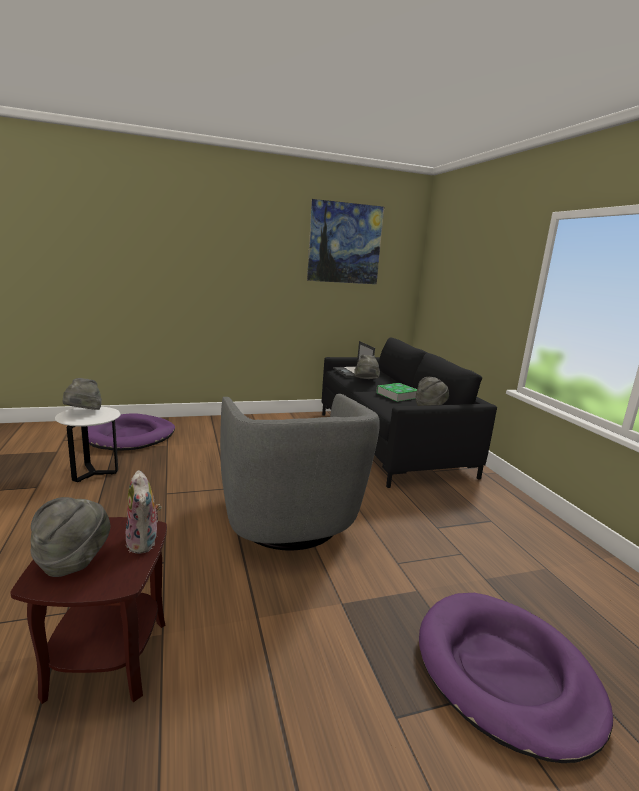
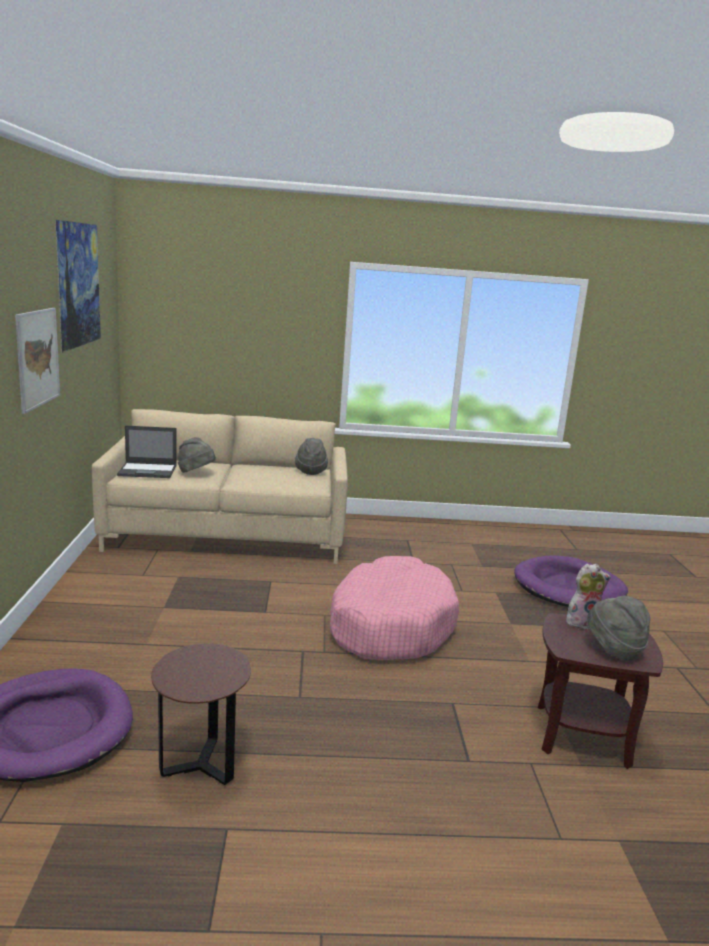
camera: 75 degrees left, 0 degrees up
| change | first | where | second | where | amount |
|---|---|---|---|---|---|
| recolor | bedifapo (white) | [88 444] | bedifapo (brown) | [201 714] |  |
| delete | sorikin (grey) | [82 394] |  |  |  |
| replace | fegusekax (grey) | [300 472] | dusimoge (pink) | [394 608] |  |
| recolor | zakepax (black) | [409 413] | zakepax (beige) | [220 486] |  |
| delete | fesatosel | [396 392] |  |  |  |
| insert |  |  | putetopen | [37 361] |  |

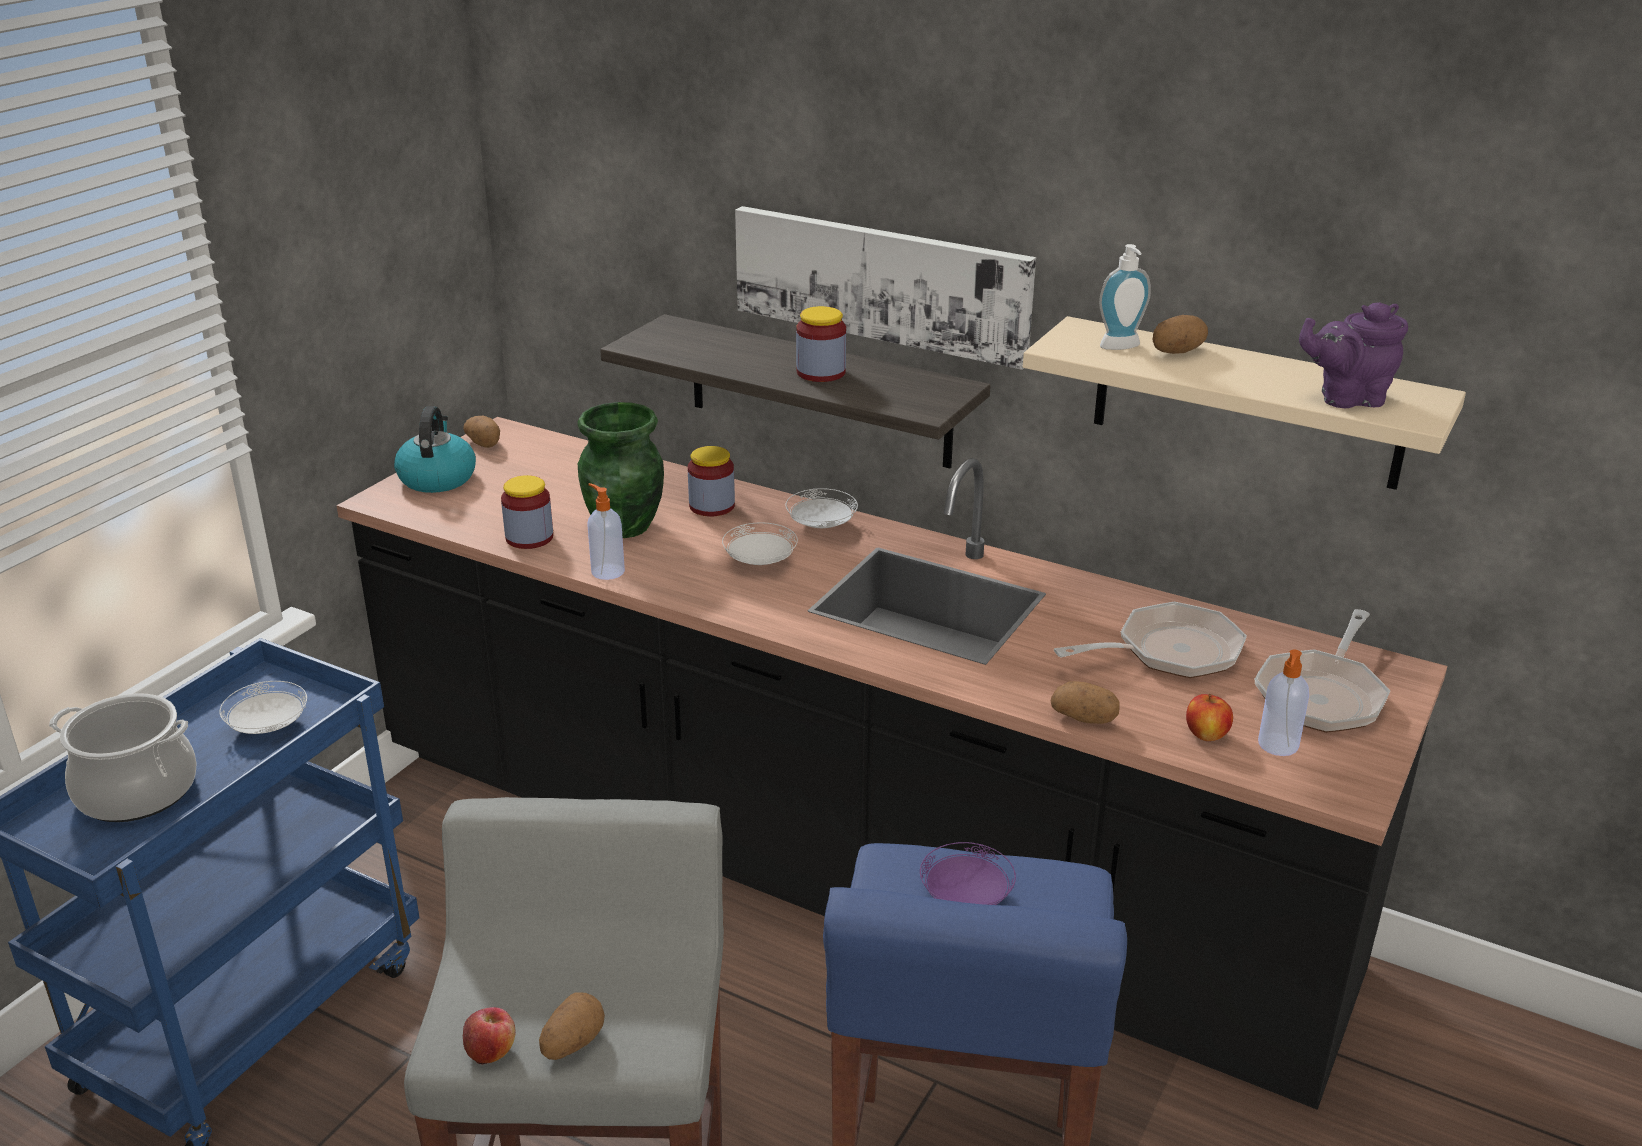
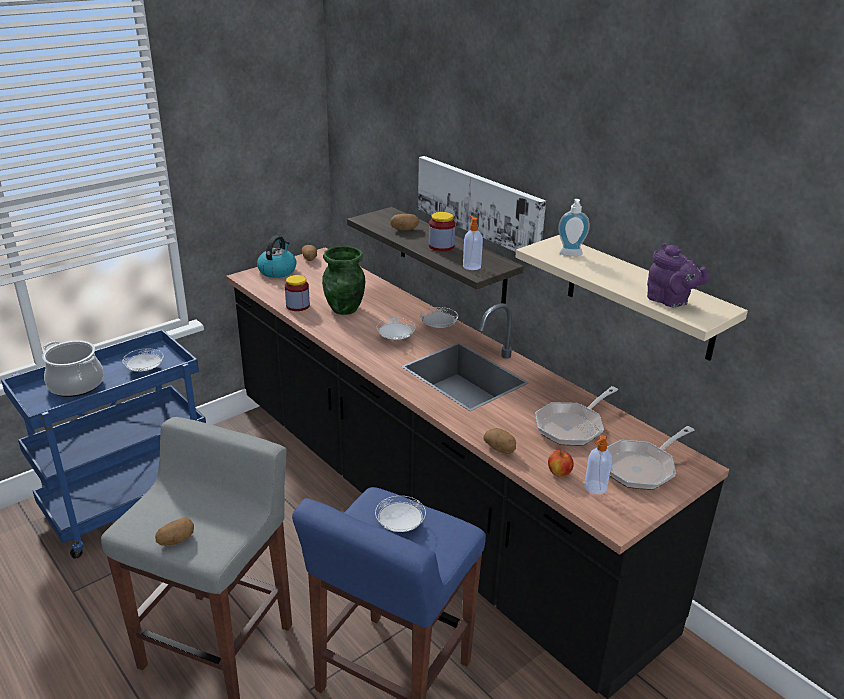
camera: 20 degrees right, 0 degrees up
| change | first | where | second | where | amount |
|---|---|---|---|---|---|
| delete | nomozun | [489 1035] |  |  |  |
| move | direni | [606 531] |  | [473 242] |  |
| delete | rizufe | [711 481] |  |  |  |
| recolor | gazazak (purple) | [968 873] | gazazak (white) | [400 514] |  |
| rotate | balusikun | [1150 640] |  | [576 416] | 135 degrees clockwise |
| move | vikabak | [1180 334] |  | [404 222] |  |
| rotate | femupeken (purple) | [1353 355] |  | [678 275] | 150 degrees counterclockwise |

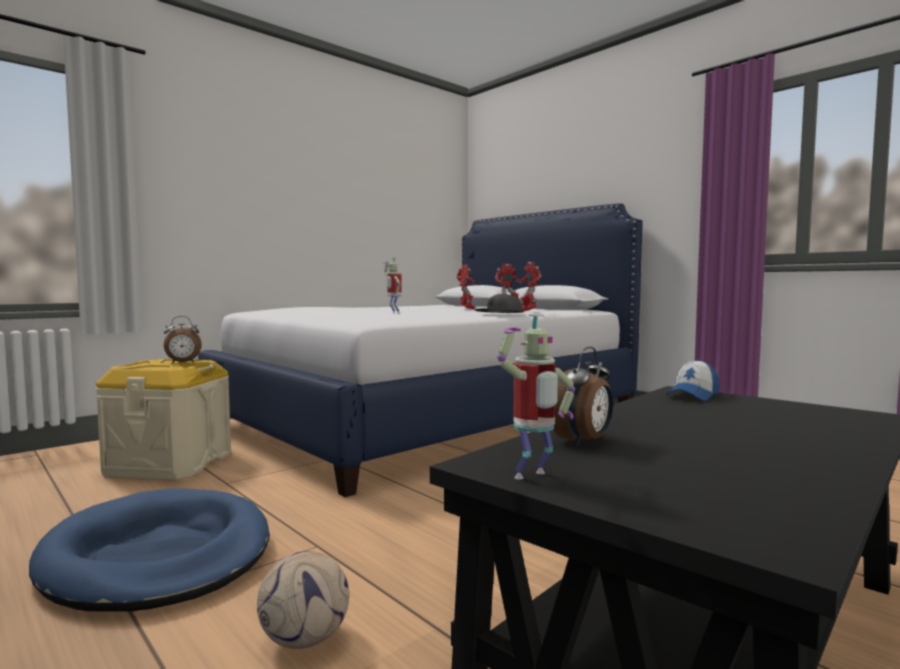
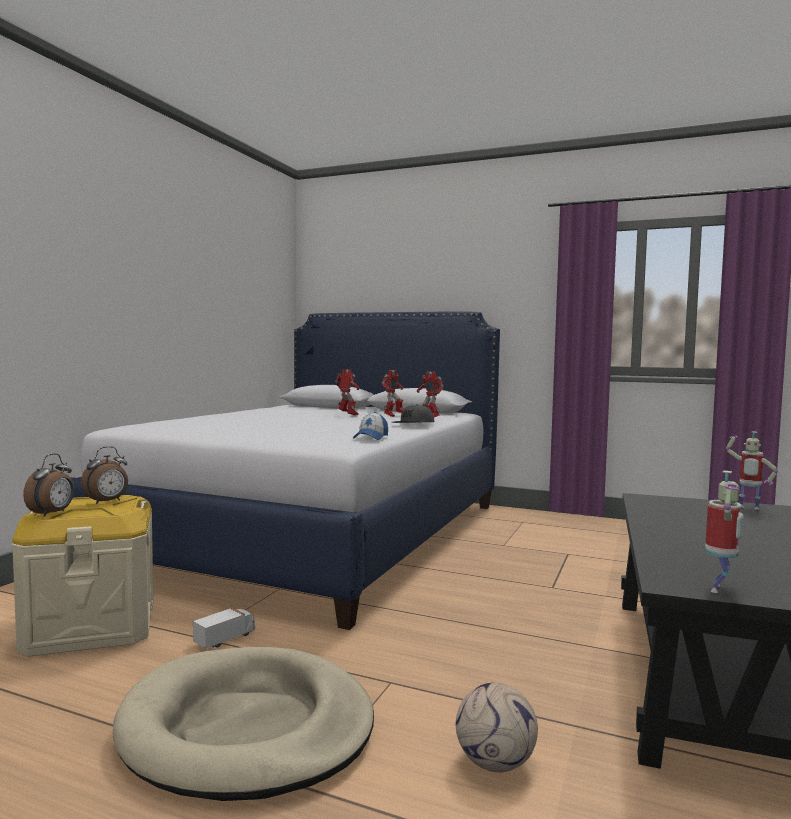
camera: 25 degrees left, 0 degrees up
| change | first | where | second | where | amount |
|---|---|---|---|---|---|
| recolor | dusimoge (blue) | [149 550] | dusimoge (beige) | [243 724] |  |
| move | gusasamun | [393 286] |  | [752 470] |  |
| move | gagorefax | [583 396] |  | [48 485] |  |
| move | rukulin | [692 380] |  | [370 426] |  |
| insert |  |  | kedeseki | [224 627] |  |

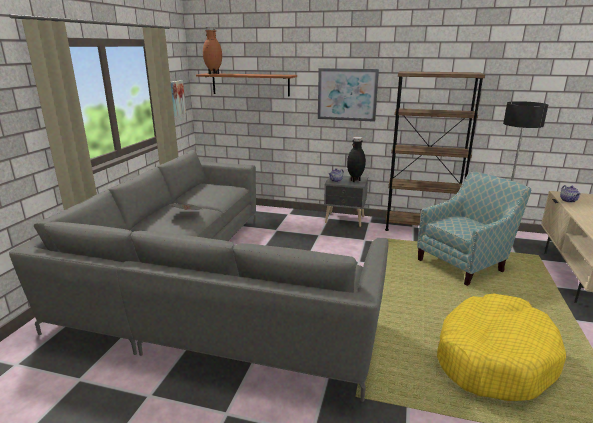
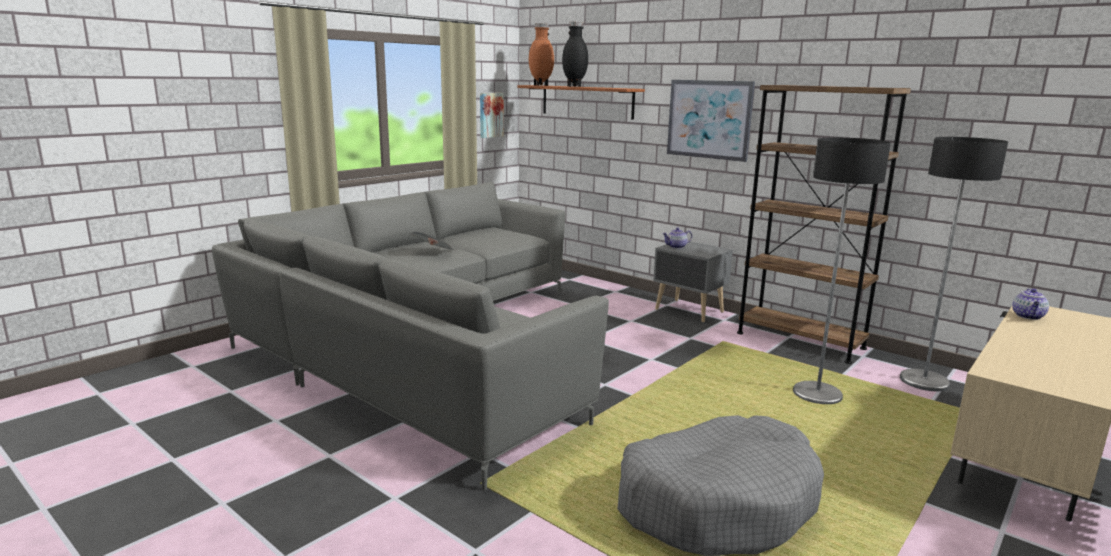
camera: 25 degrees right, 5 degrees down
| change | first | where | second | where | amount |
|---|---|---|---|---|---|
| move | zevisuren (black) | [356 159] |  | [575 54] |  |
| replace | fegusekax | [474 229] | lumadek | [842 270] |  |
| recolor | dusimoge (yellow) | [501 347] | dusimoge (grey) | [720 485] |  |

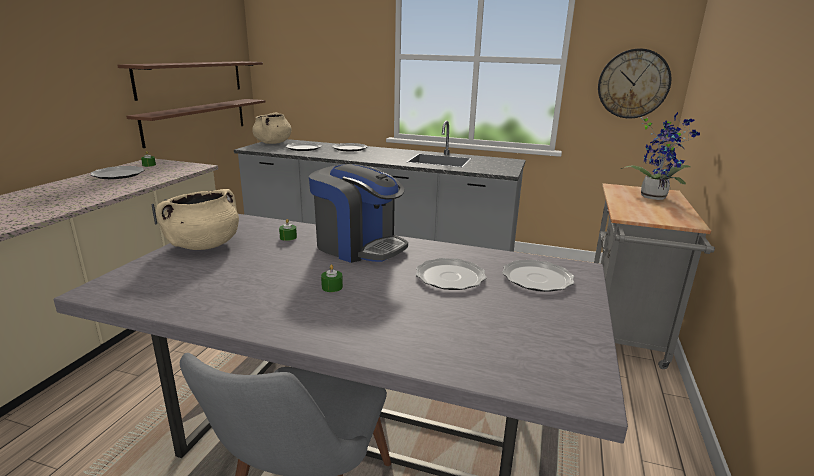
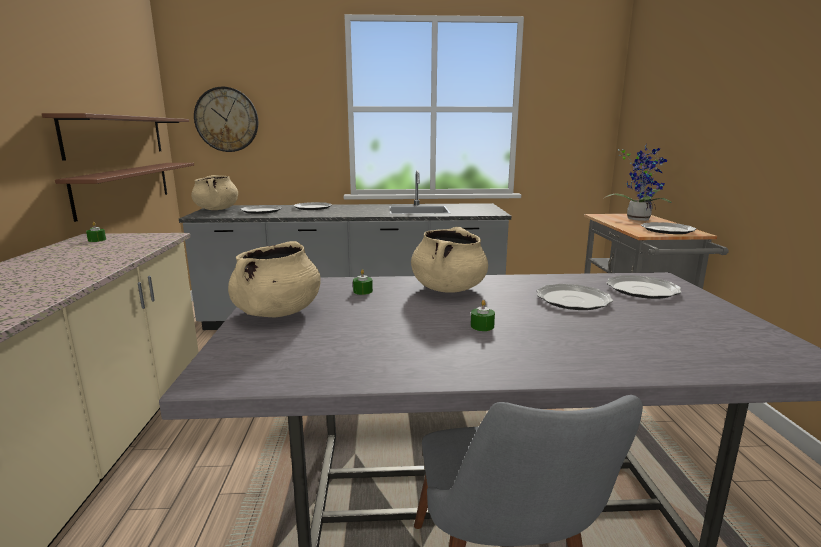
camera: 20 degrees left, 5 degrees down
| change | first | where | second | where | amount |
|---|---|---|---|---|---|
| move | gazazak | [117 172] |  | [668 228] |  |
| replace | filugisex | [358 213] | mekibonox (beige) | [449 260] |  |
| move | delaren | [634 83] |  | [226 119] |  |

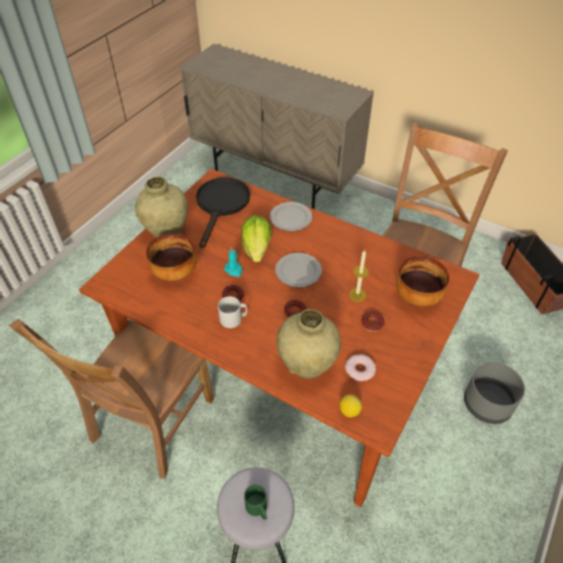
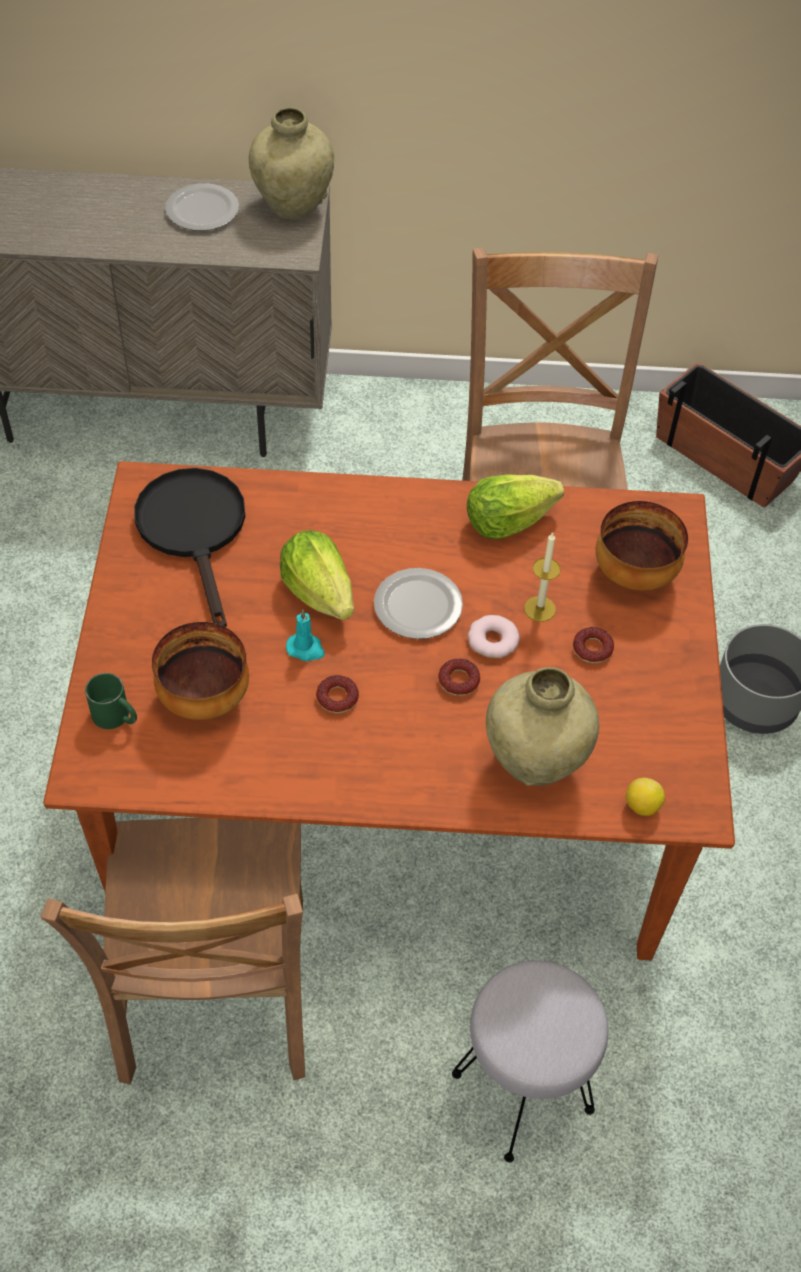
camera: 30 degrees left, 5 degrees up
| change | first | where | second | where | amount |
|---|---|---|---|---|---|
| move | zevisuren (beige) | [161 207] |  | [291 163] |  |
| delete | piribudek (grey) | [232 312] |  |  |  |
| move | piribudek (green) | [255 502] |  | [111 701] |  |
| move | gazazak | [291 216] |  | [202 207] |  |
| move | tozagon | [360 367] |  | [494 636] |  |
| insert |  |  | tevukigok | [515 507] |  |

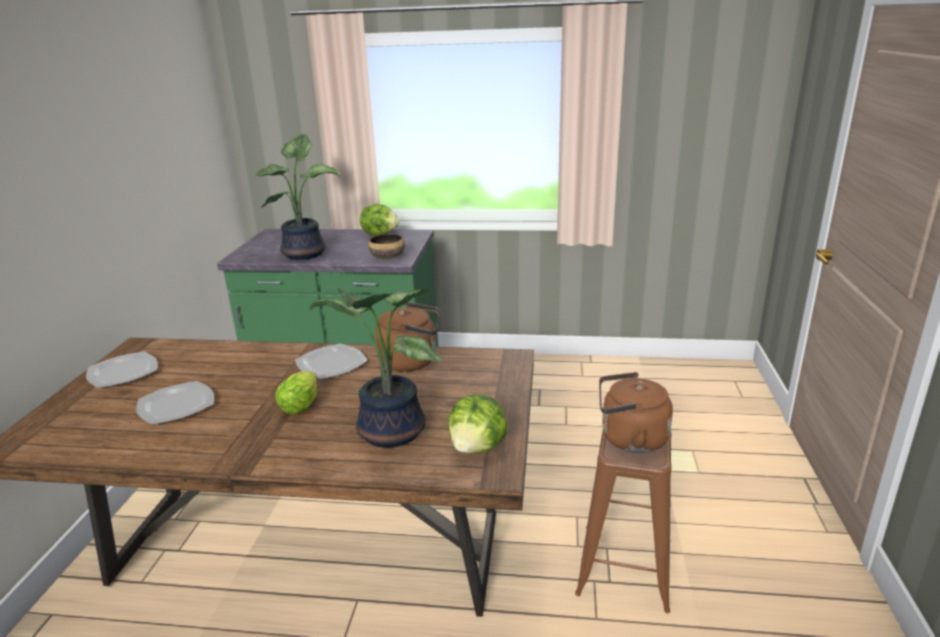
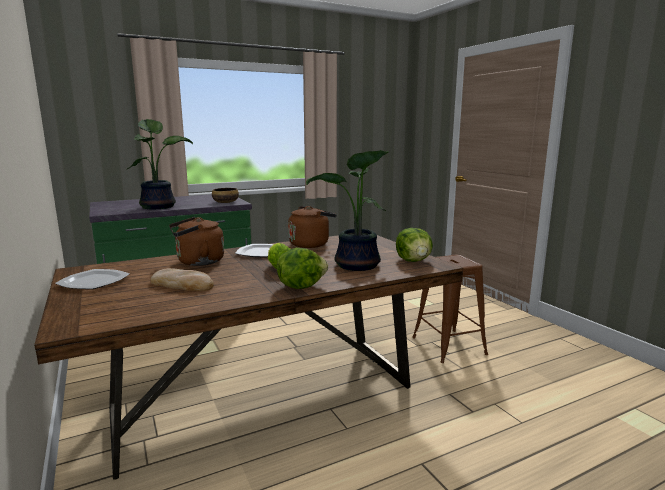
camera: 35 degrees left, 10 degrees down
| change | first | where | second | where | amount |
|---|---|---|---|---|---|
| replace | gazazak | [175 403] | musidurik | [182 279] |  |
| move | tevukigok | [379 220] |  | [302 268] |  |
| move | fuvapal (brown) | [636 412] |  | [196 241] |  |

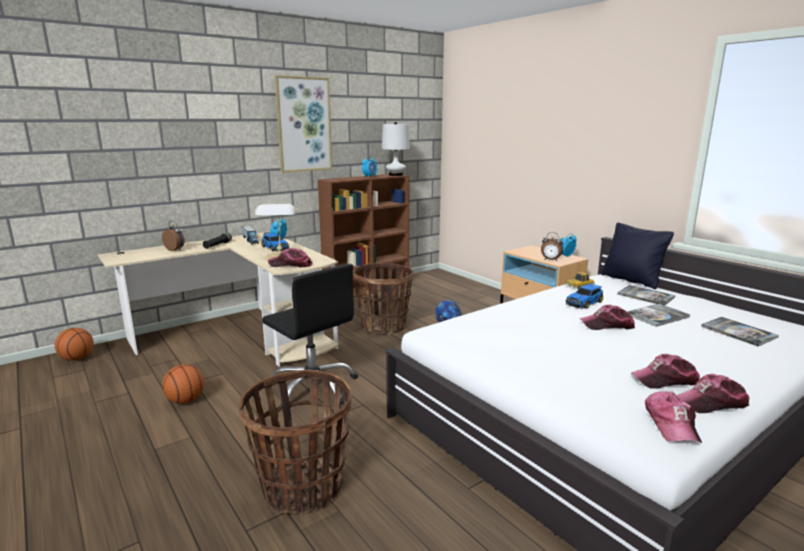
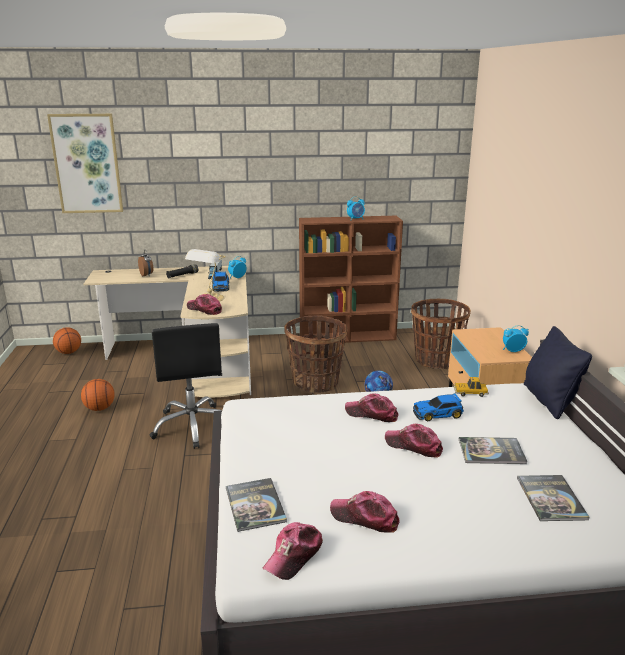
camera: 30 degrees right, 5 degrees up
| change | first | where | second | where | amount |
|---|---|---|---|---|---|
| move | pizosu | [295 442] |  | [441 334] |  |
| move | putetopen | [303 124] |  | [85 163] |  |
| delete | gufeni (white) | [396 149] |  |  |  |
| delete | gagorefax | [552 246] |  |  |  |
| move | fesatosel | [646 295] |  | [256 505] |  |
| move | rukulin | [713 393] |  | [372 407] |  |

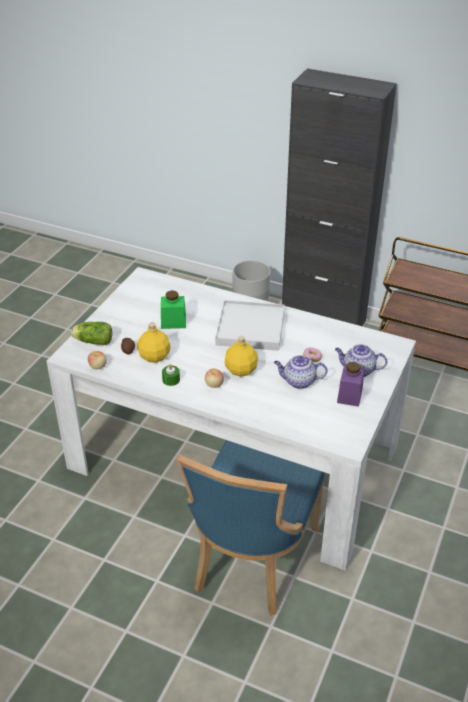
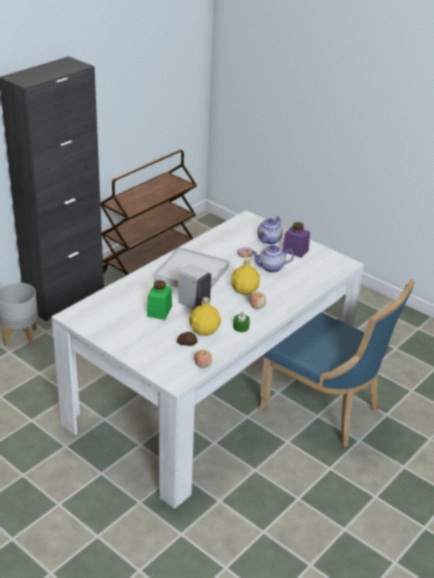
camera: 75 degrees left, 5 degrees down
| change | first | where | second | where | amount |
|---|---|---|---|---|---|
| delete | tevukigok | [91 333] |  |  |  |
| rotate | femupeken | [301 372] |  | [272 258] | 60 degrees clockwise |
| insert |  |  | direni (white) | [194 287] |  |

